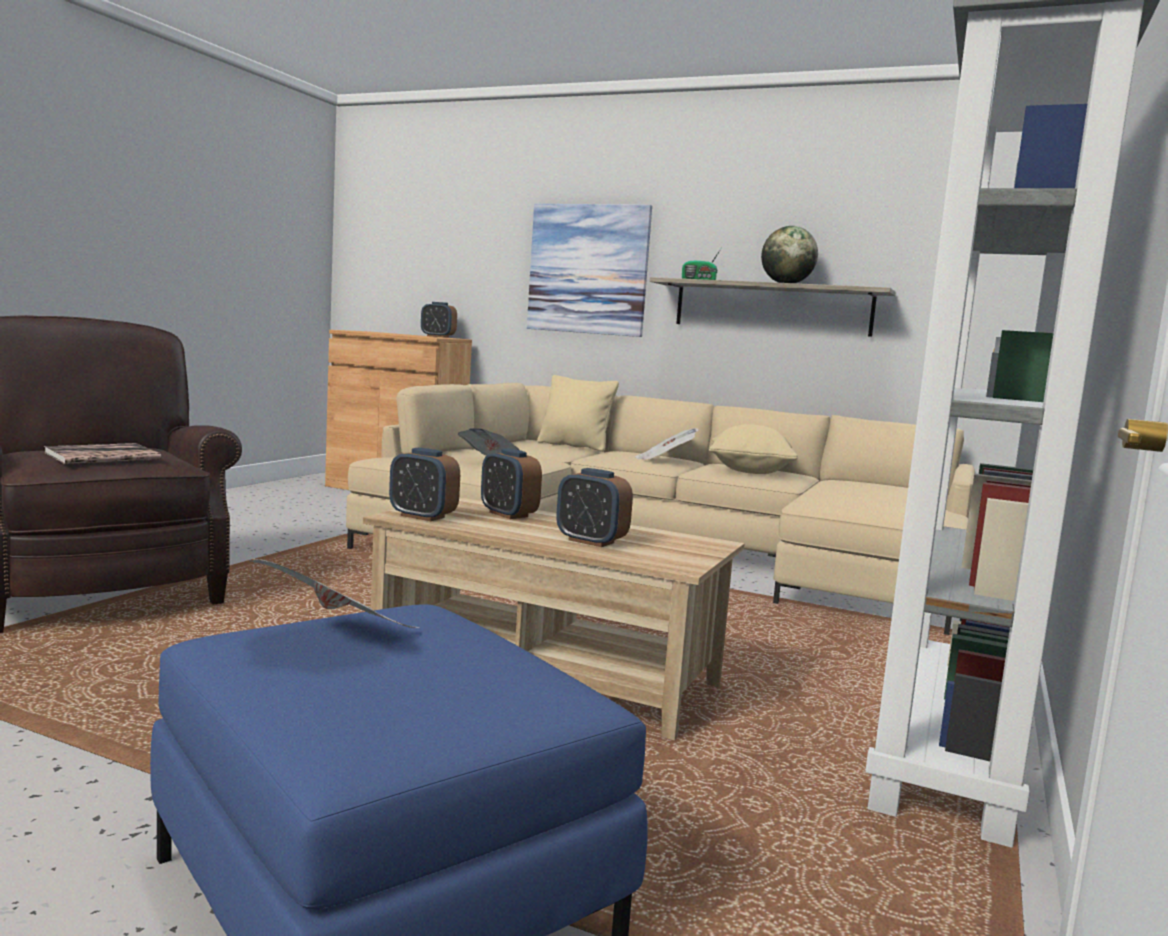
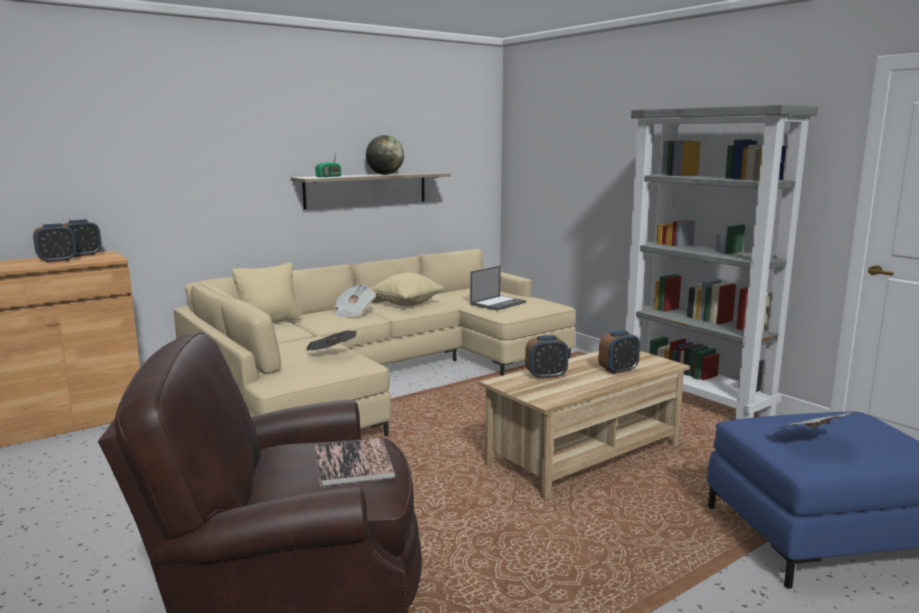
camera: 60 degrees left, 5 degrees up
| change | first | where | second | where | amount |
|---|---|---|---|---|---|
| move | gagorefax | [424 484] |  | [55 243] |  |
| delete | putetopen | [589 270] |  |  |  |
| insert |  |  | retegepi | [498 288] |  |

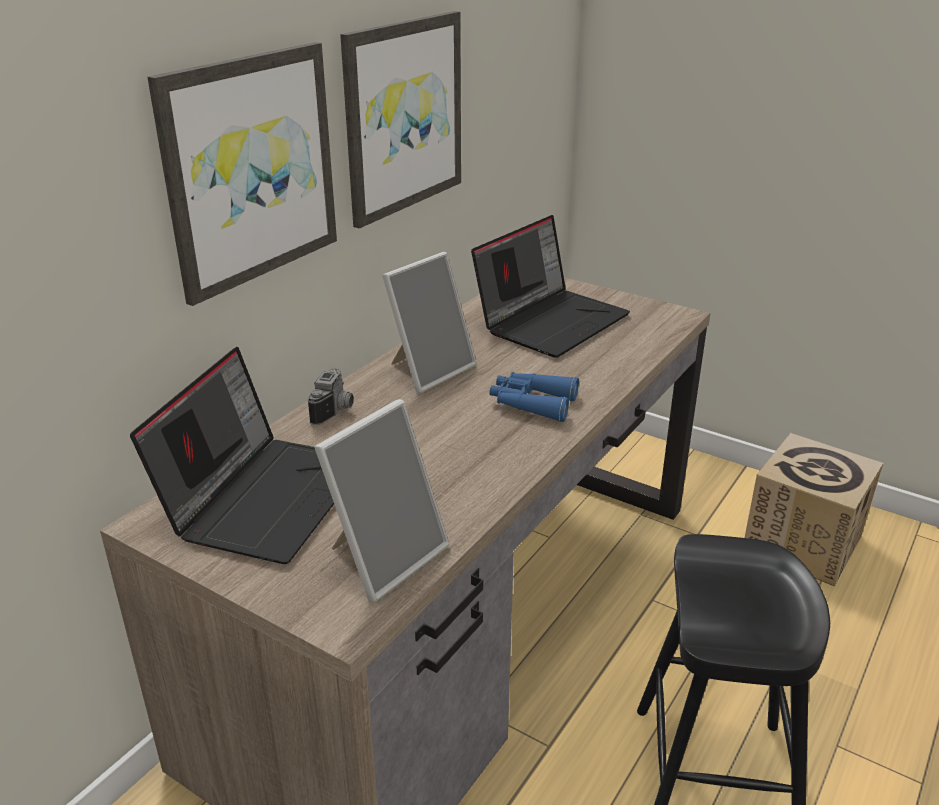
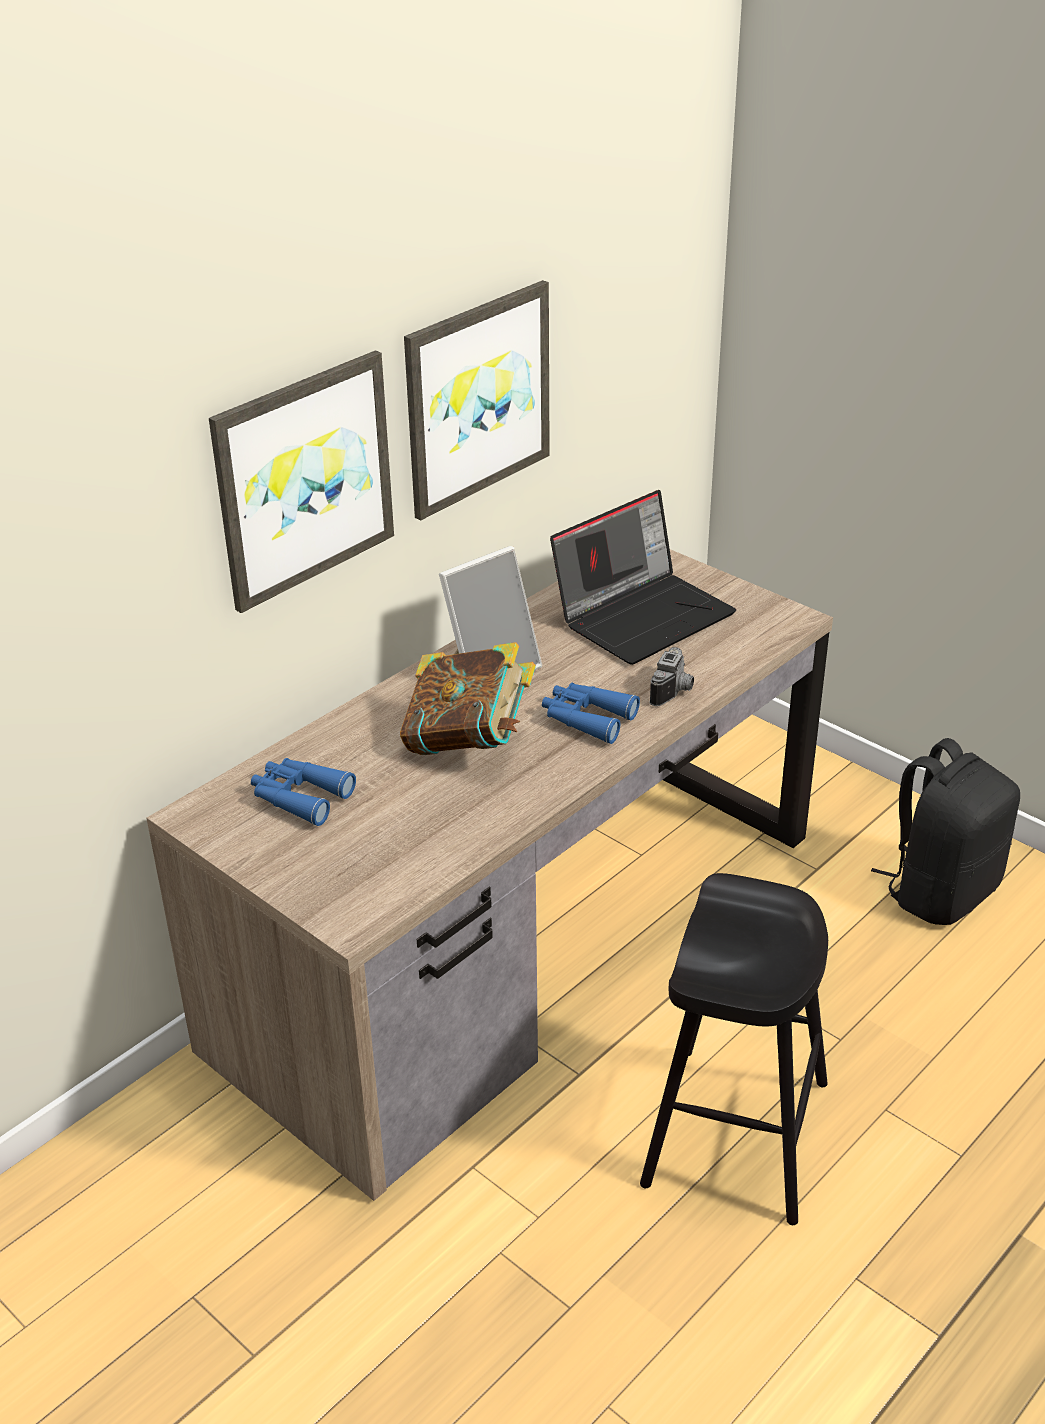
camera: 10 degrees right, 5 degrees up
| change | first | where | second | where | amount |
|---|---|---|---|---|---|
| replace | retegepi | [232 455] | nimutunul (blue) | [303 792] |  |
| move | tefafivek | [331 396] |  | [671 676] |  |
| delete | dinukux | [381 500] |  |  |  |
| replace | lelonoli | [814 510] | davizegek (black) | [945 831] |  |
| insert |  |  | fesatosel | [468 698] |  |

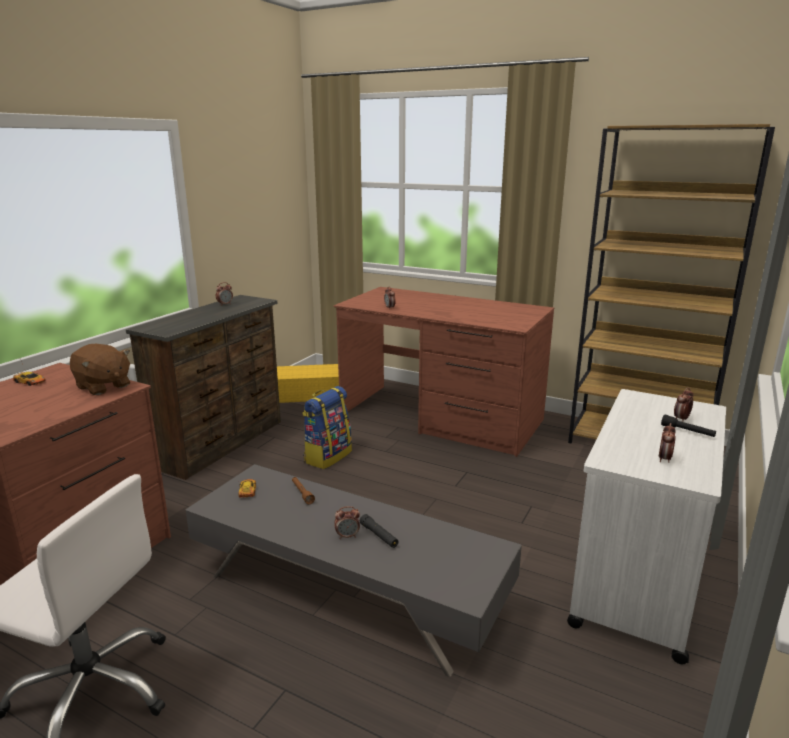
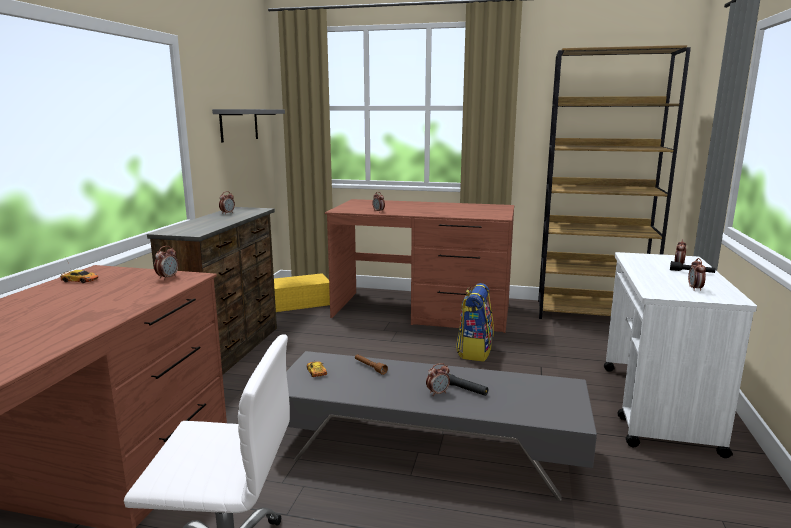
camera: 15 degrees left, 5 degrees down
| change | first | where | second | where | amount |
|---|---|---|---|---|---|
| replace | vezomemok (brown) | [100 369] | gagorefax | [166 263] |  |
| move | davizegek | [327 427] |  | [475 322] |  |
| insert |  |  | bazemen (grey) | [248 126] |  |

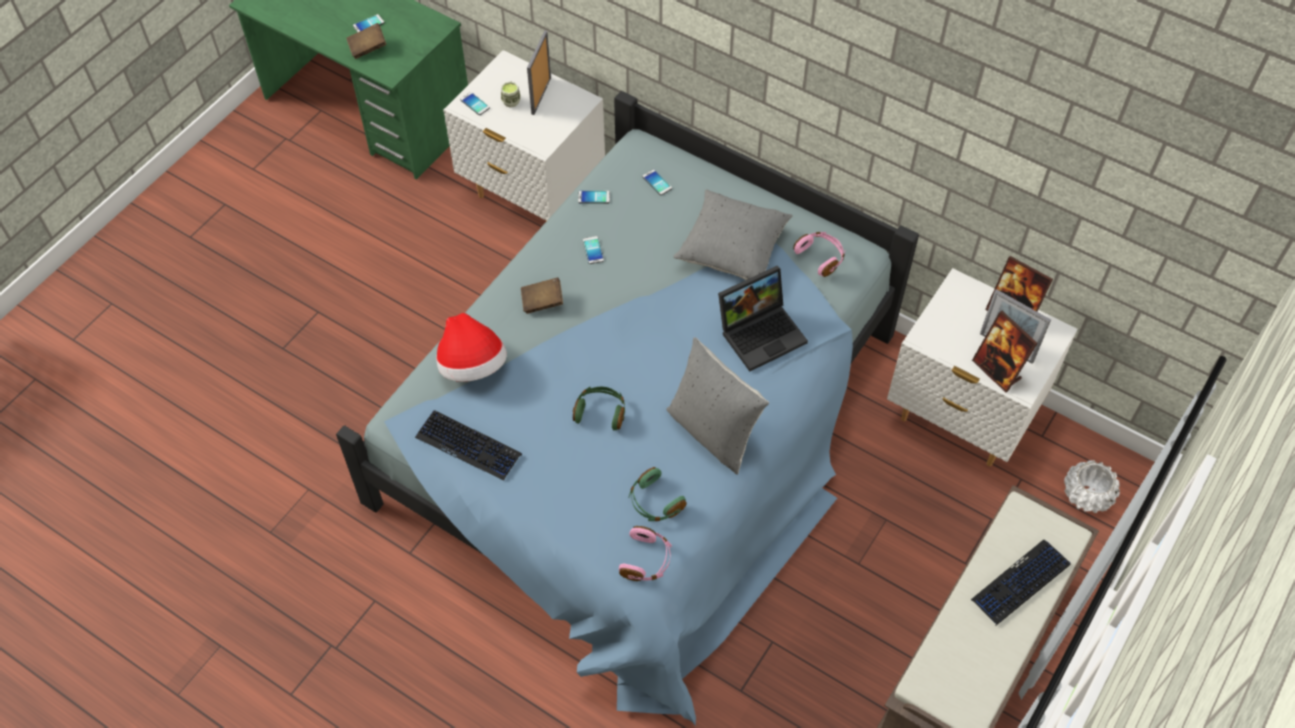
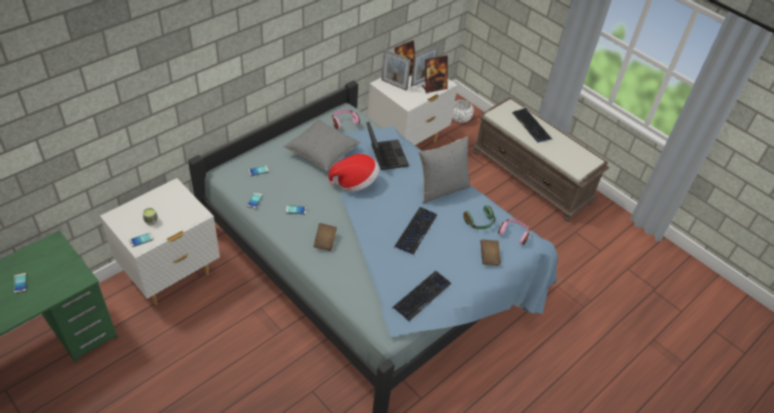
camera: 80 degrees left, 10 degrees down
| change | first | where | second | where | amount |
|---|---|---|---|---|---|
| move | fesatosel (brown) | [366 41] |  | [490 253] |  |
| move | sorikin | [471 347] |  | [353 173] |  |
| move | dinukux | [539 72] |  | [396 70] |  |
| replace | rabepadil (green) | [599 408] | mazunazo | [415 231] |  |

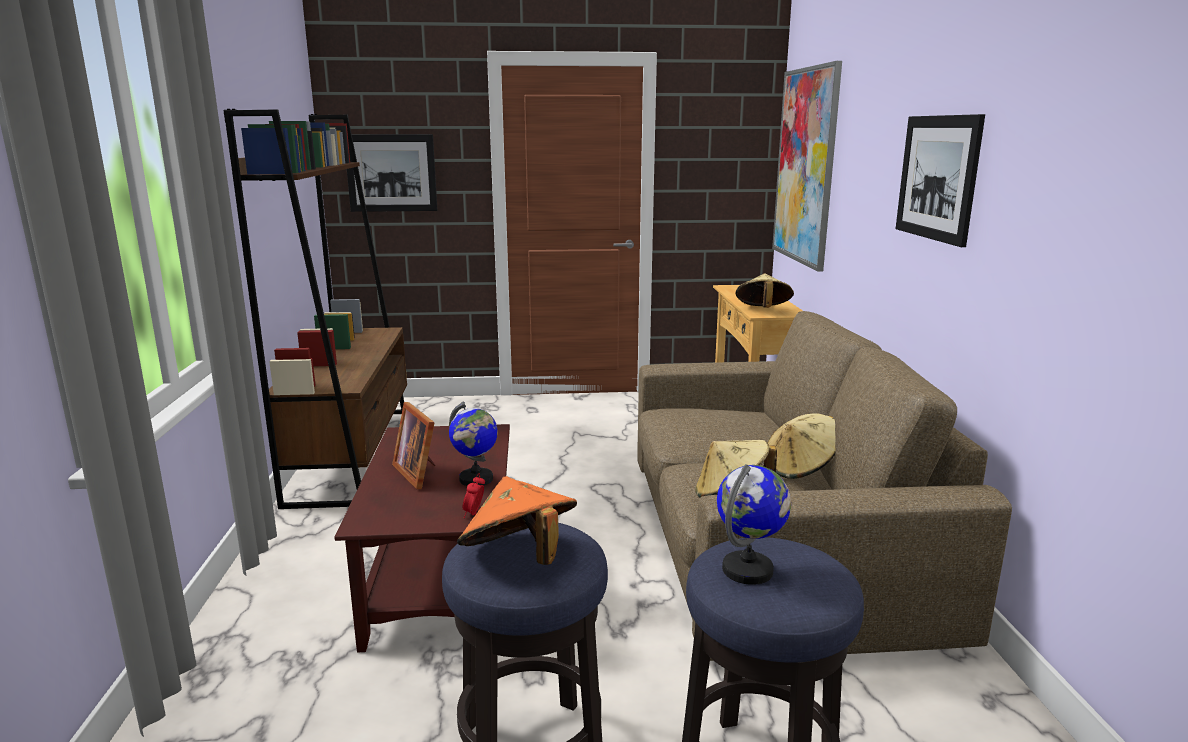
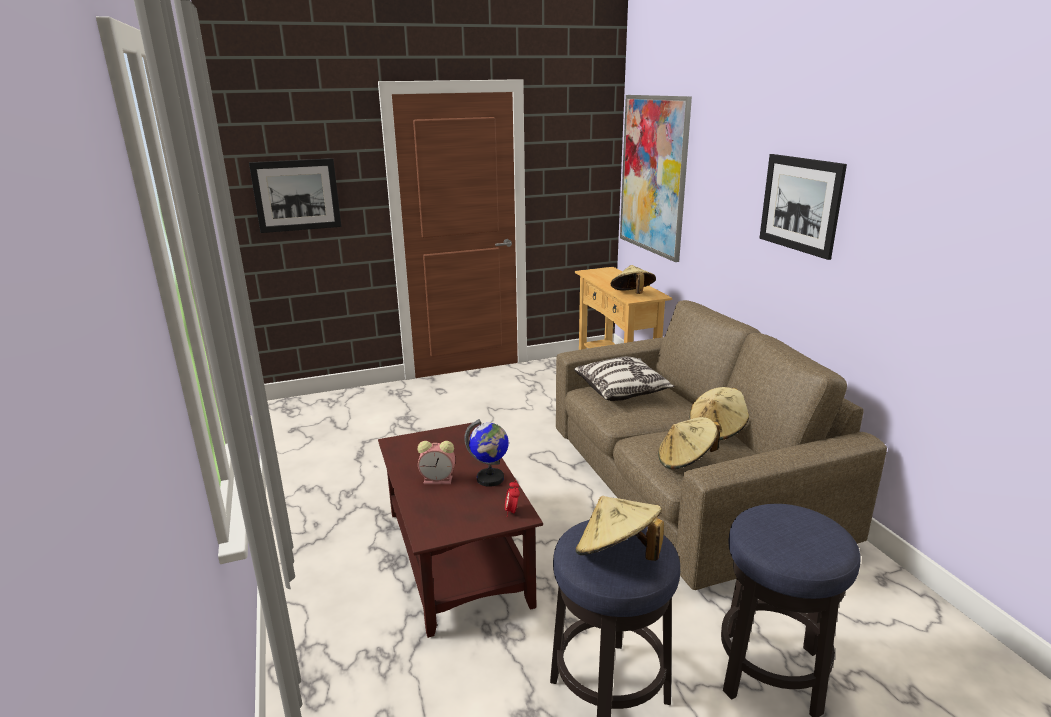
camera: 15 degrees left, 5 degrees up
| change | first | where | second | where | amount |
|---|---|---|---|---|---|
| delete | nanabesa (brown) | [315 309] |  |  |  |
| replace | dinukux | [413 445] | gagorefax | [436 462] |  |
| recolor | sorikin (orange) | [517 520] | sorikin (beige) | [620 528] |  |
| delete | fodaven | [754 524] |  |  |  |
| insert |  |  | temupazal | [624 379] |  |

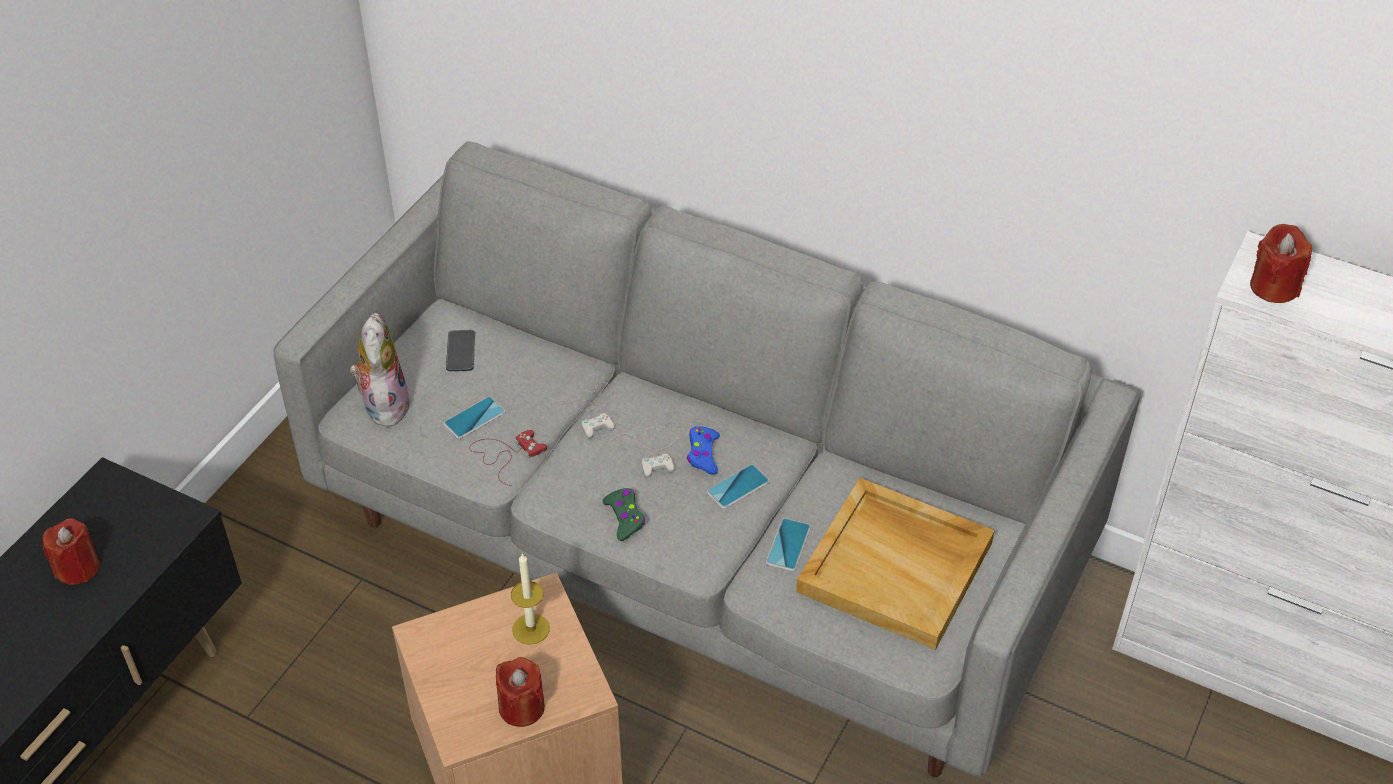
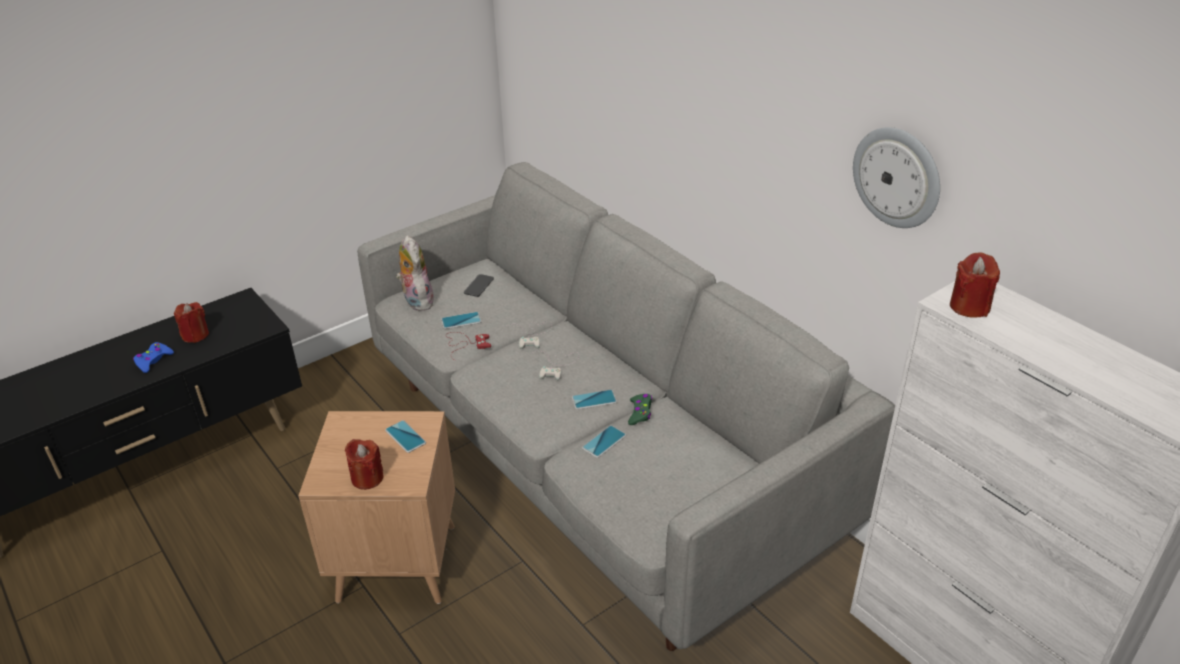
camera: 25 degrees right, 10 degrees down
| change | first | where | second | where | amount |
|---|---|---|---|---|---|
| rotate | vezomemok | [380 370] |  | [415 273] | 45 degrees counterclockwise |
| replace | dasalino | [530 599] | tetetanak | [405 436] |  |
| move | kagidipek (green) | [624 514] |  | [640 409] |  |
| move | kagidipek (blue) | [703 450] |  | [153 357] |  |
| delete | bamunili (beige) | [895 564] |  |  |  |
| insert |  |  | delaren | [896 177] |  |

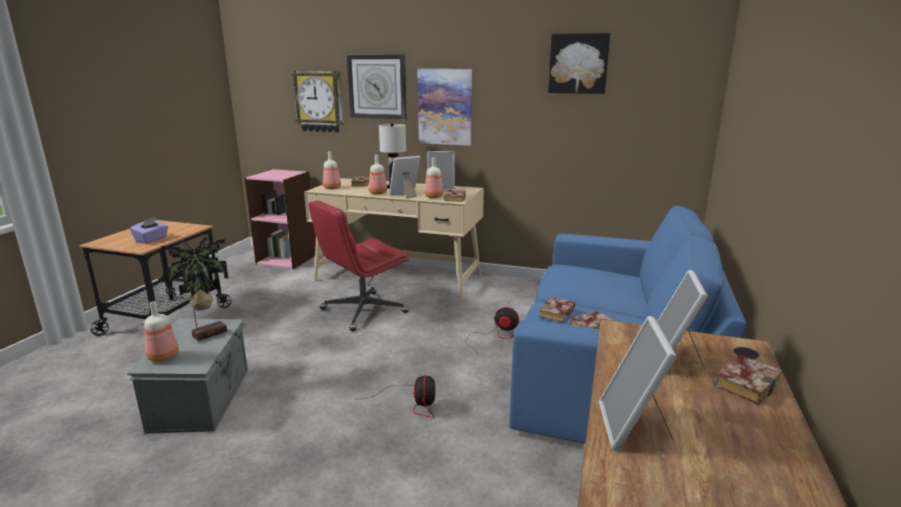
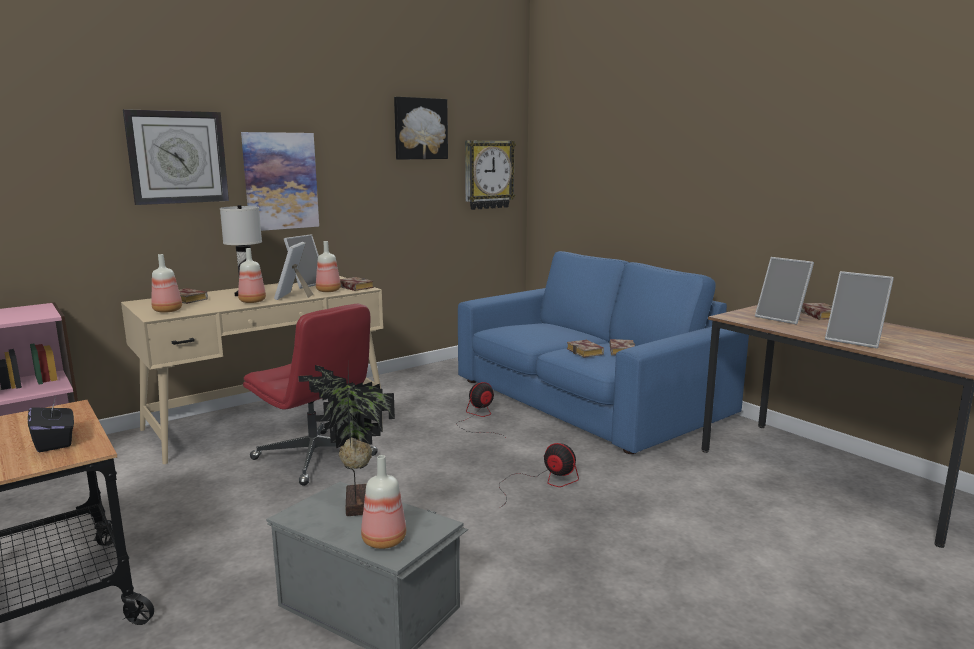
camera: 55 degrees left, 5 degrees down
| change | first | where | second | where | amount |
|---|---|---|---|---|---|
| recolor | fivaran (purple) | [149 230] | fivaran (black) | [51 424] |  |
| move | delaren | [317 101] |  | [490 175] |  |
| rotate | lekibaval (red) | [358 265] |  | [310 394] | 45 degrees counterclockwise |

